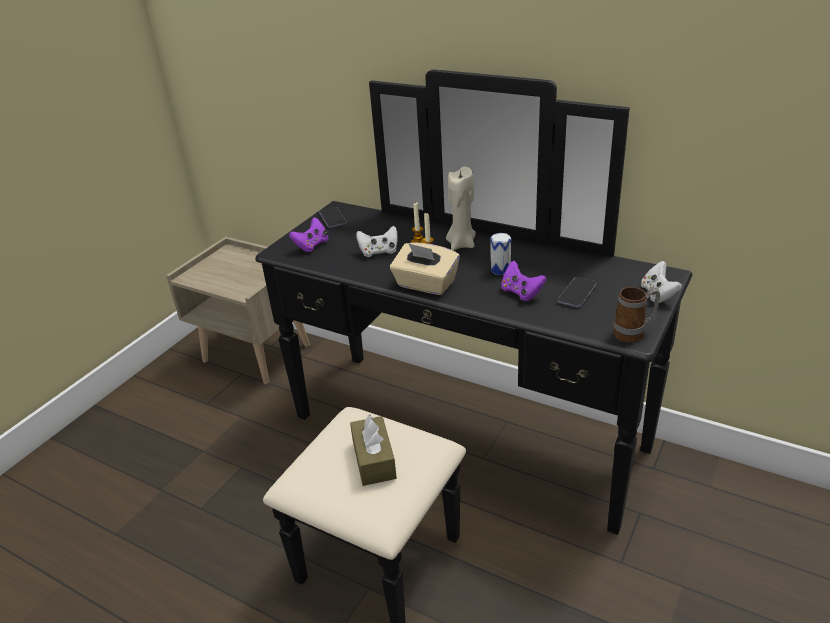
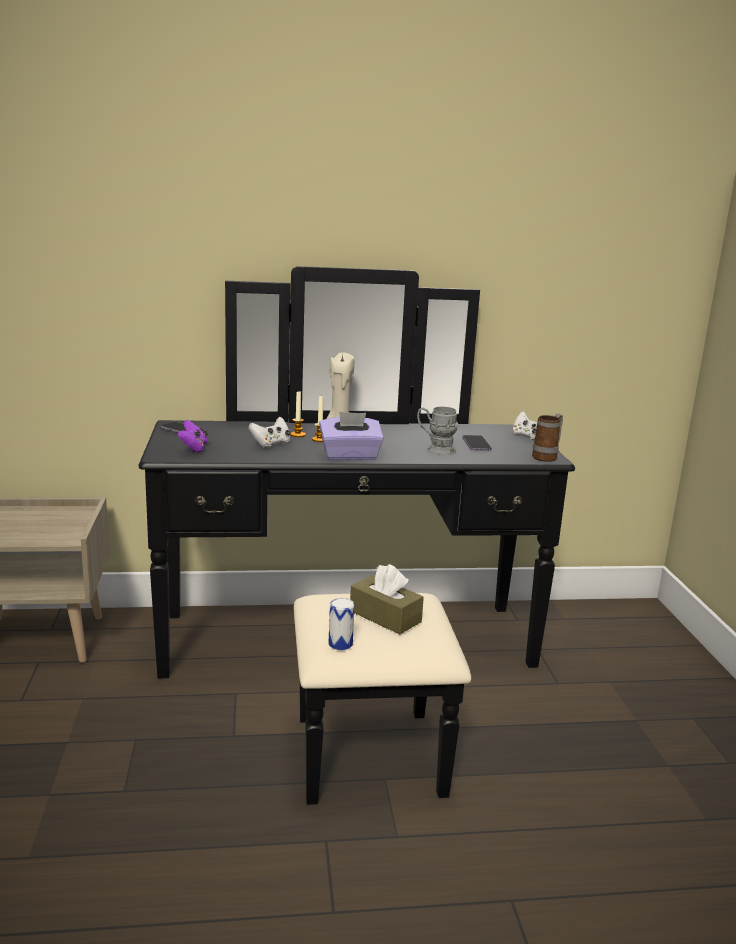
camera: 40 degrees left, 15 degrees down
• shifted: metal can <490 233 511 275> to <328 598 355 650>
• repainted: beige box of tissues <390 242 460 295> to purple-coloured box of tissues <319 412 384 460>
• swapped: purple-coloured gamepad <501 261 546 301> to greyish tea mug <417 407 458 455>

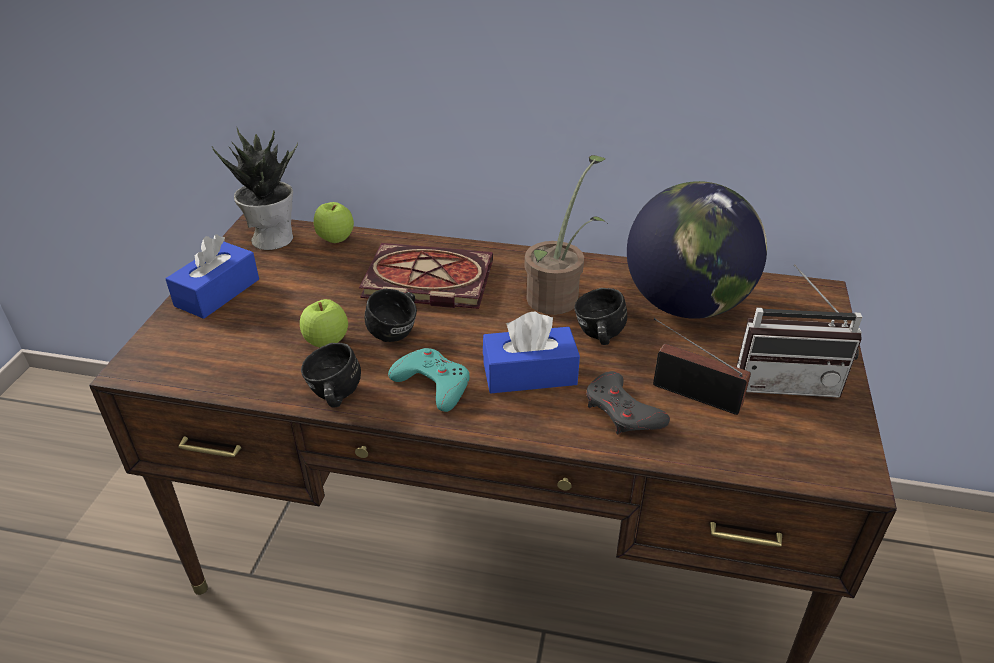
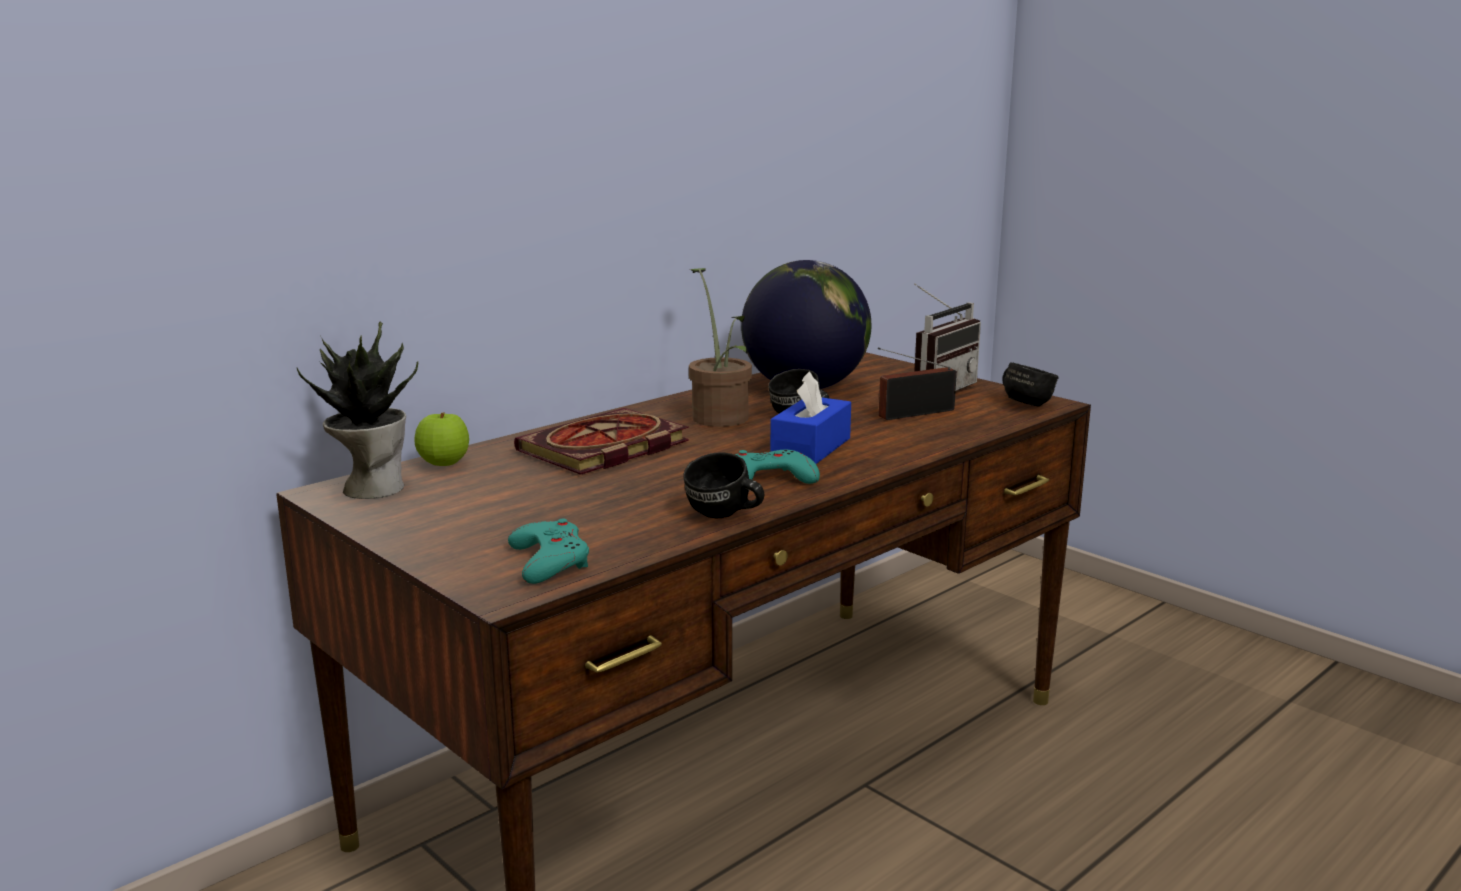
camera: 55 degrees left, 20 degrees down
• gone: blue box of tissues <166 234 259 319>
• shifted: blackish tea mug <365 289 417 342> to <1003 362 1058 407>
• gone: whole apple <300 299 348 347>
• gone: greyish gamepad <586 371 670 434>
• new: turquoise-coloured gamepad <508 519 589 584>

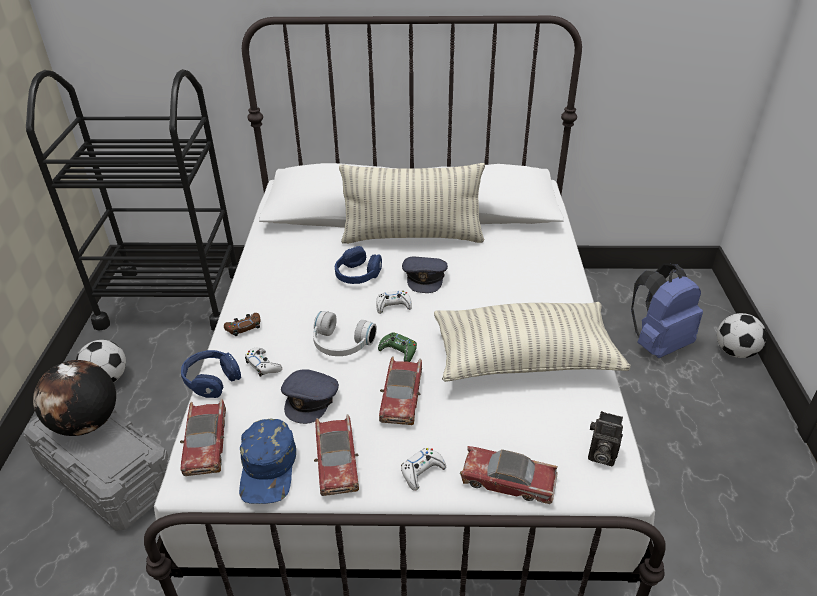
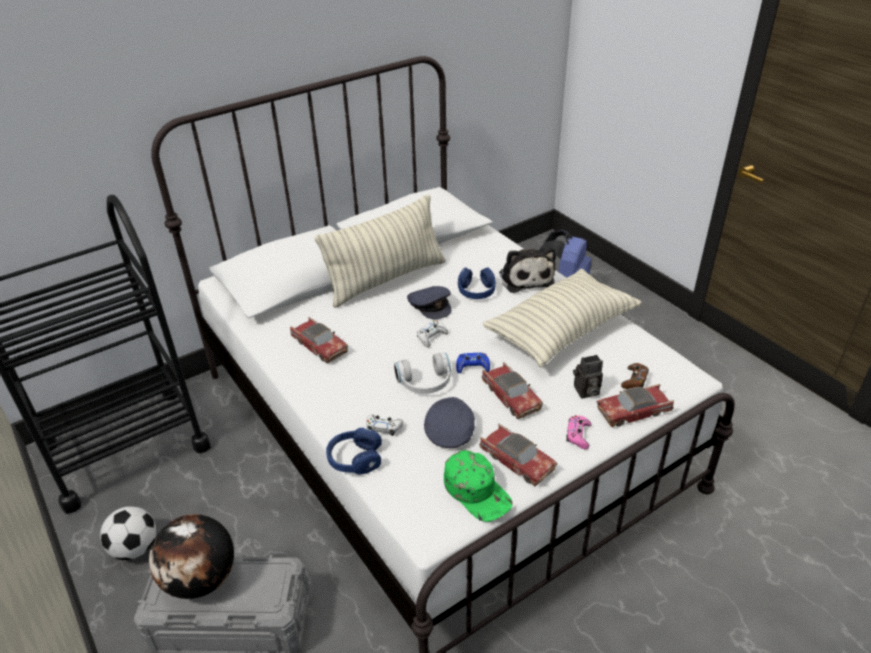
camera: 35 degrees left, 0 degrees up
• shifted: blue headphones <335 246 382 284> to <458 267 496 299>
• shifted: brown gamepad <224 313 260 336> to <621 363 649 389>
• gone: football <717 313 767 358>
• repainted: green gamepad <378 333 417 362> to blue gamepad <456 353 490 373>
• rotated: greyish baseball cap <281 369 339 424> = <424 397 475 448> 150 degrees counterclockwise
• shifted: model car <180 399 226 476> to <290 317 348 363>
• shifted: photo camera <588 411 623 466> to <573 355 603 398>
• repainted: blue baseball cap <239 419 296 504> to green baseball cap <444 450 513 522>
• repainted: white gamepad <401 448 446 491> to pink gamepad <566 415 591 449>
• new: plush toy <499 248 556 293>

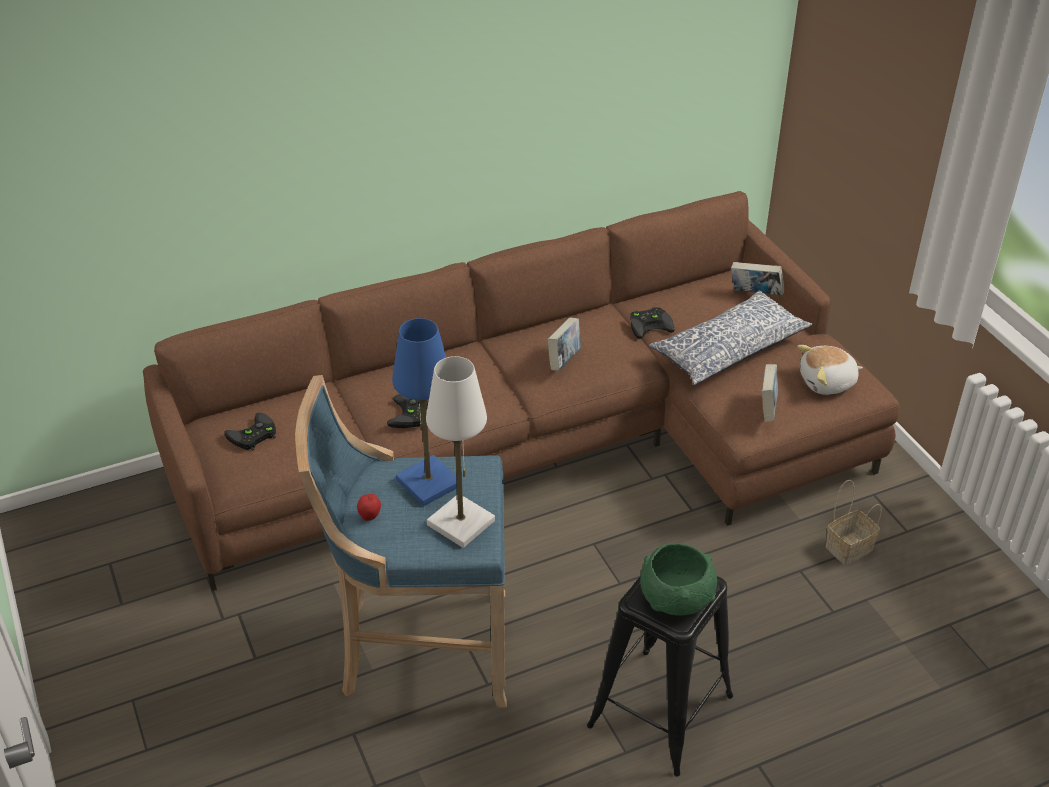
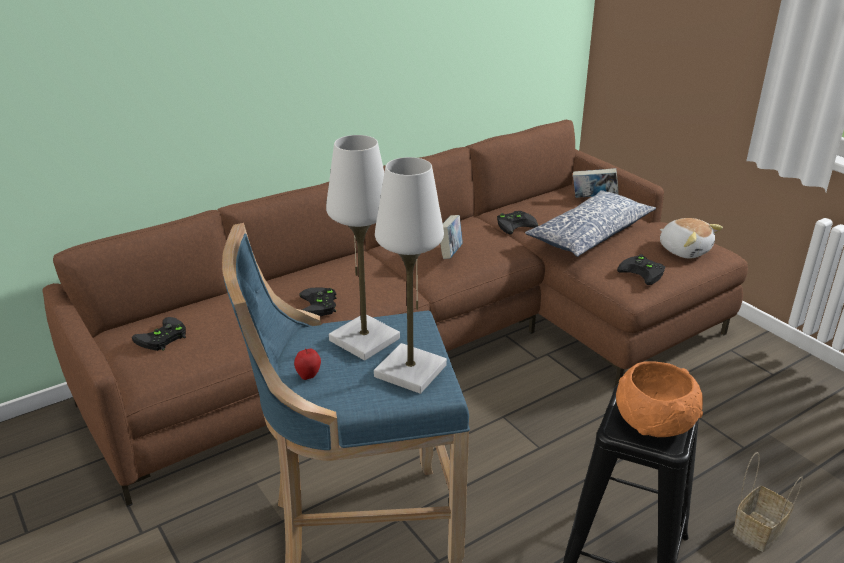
camera: 10 degrees left, 10 degrees down
• repainted: blue table lamp <392 318 457 506> to white table lamp <326 135 400 360>
• rotated: plush toy <797 345 863 395> = <660 218 723 259> 105 degrees counterclockwise
• swapped: book <762 364 778 422> to blackish gamepad <617 254 665 285>
• shifted: household basket <826 480 882 565> to <733 452 803 552>
• repainted: green serving bowl <640 543 717 616> to orange-coloured serving bowl <616 361 703 437>

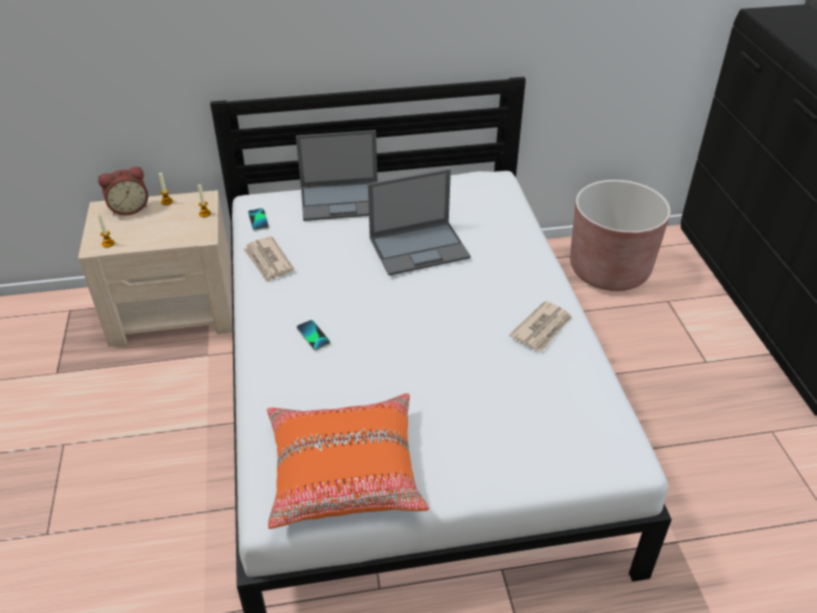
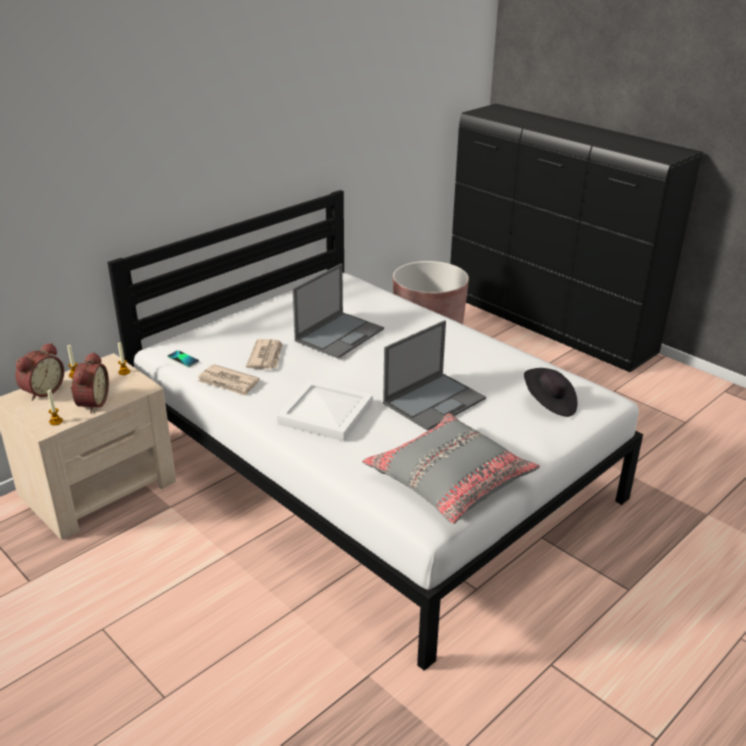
camera: 35 degrees left, 10 degrees down
• shifted: notebook computer <296 130 378 221> to <383 320 486 431>
• shifted: daily paper <509 301 572 351> to <246 339 283 369>
• swapped: telephone <297 320 331 350> to white tray <277 380 373 441>
• repainted: orange-coloured cushion <267 393 429 529> to greyish cushion <362 413 540 524>
• new: bedside clock <71 352 109 413>
• new: blackish hat <524 368 578 417>

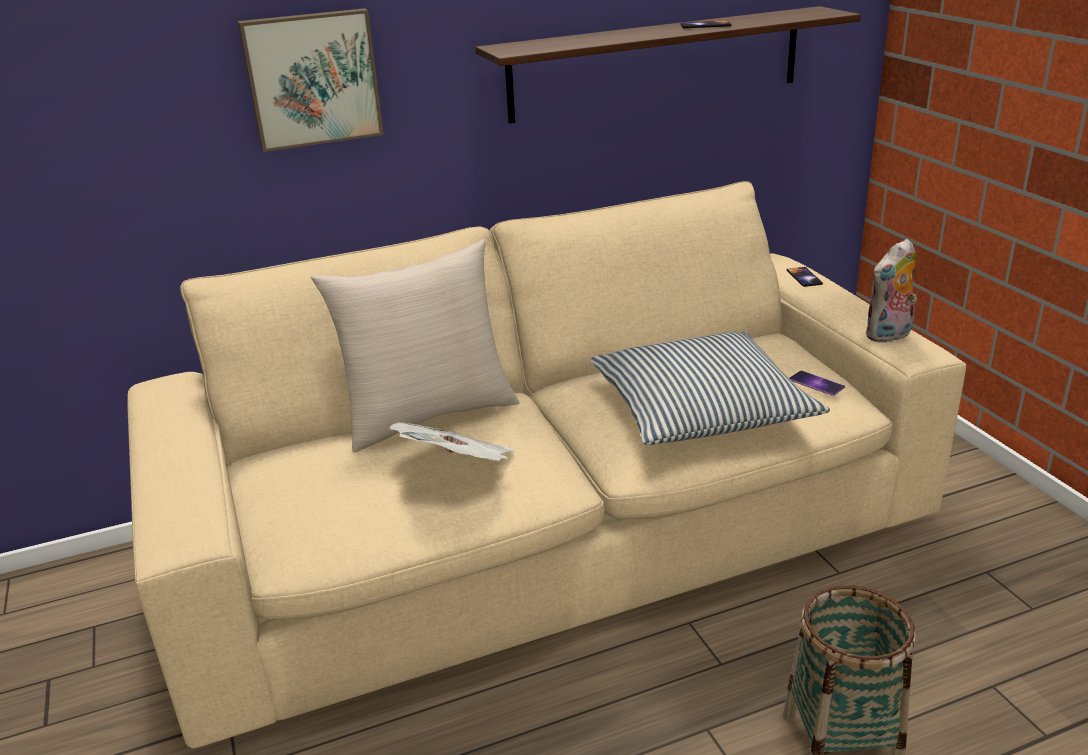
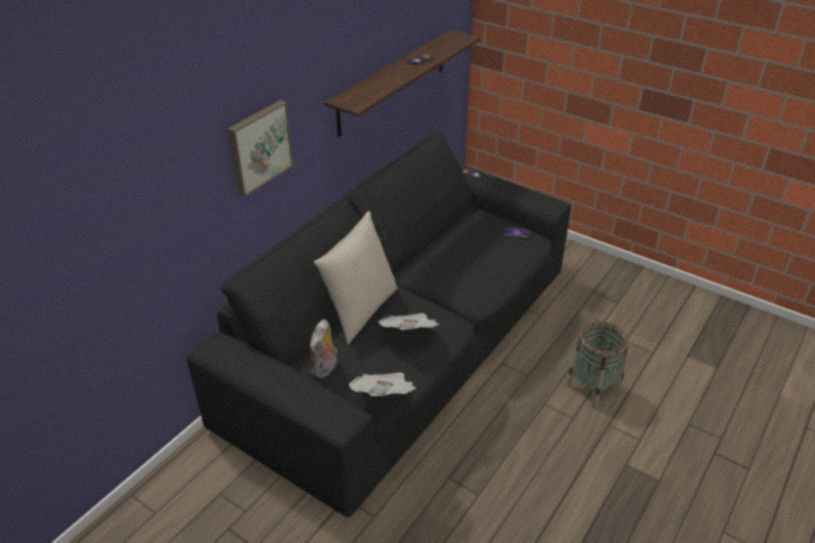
camera: 35 degrees left, 10 degrees up
• repainted: beige settee <127 181 966 748> to blackish settee <187 132 571 517>
• shifted: plush toy <866 239 917 343> to <310 319 338 378>
• gone: cushion <589 332 830 445>
• new: daily paper <349 372 416 396>

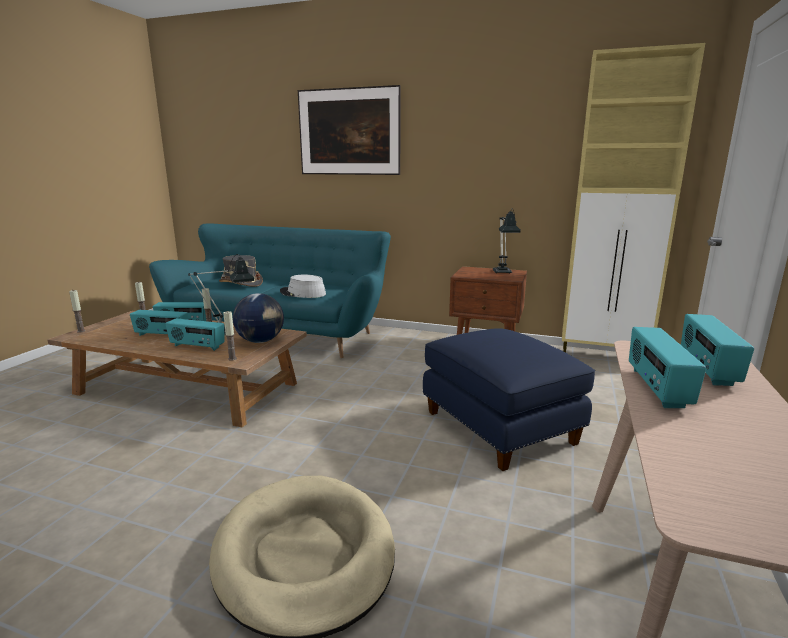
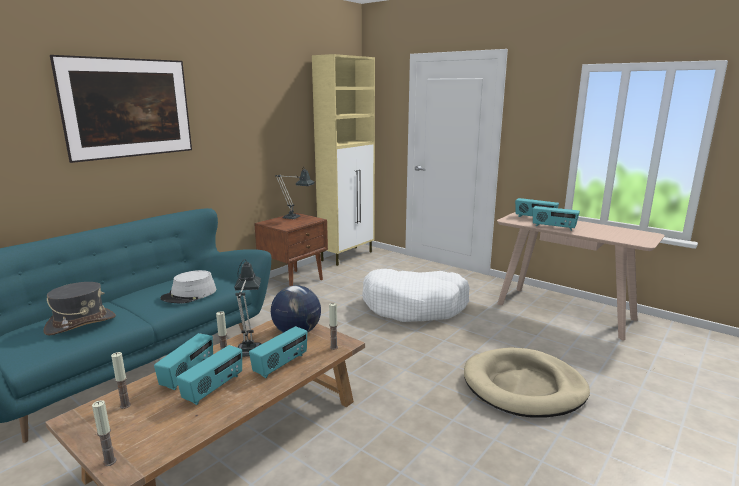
camera: 70 degrees left, 0 degrees up
• swapped: blue ottoman <423 328 595 471> to white dog cushion <362 269 470 322>

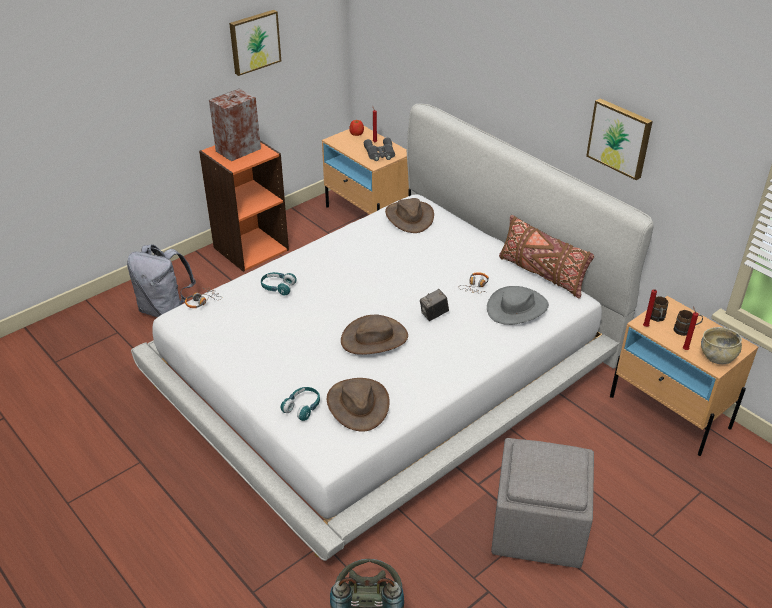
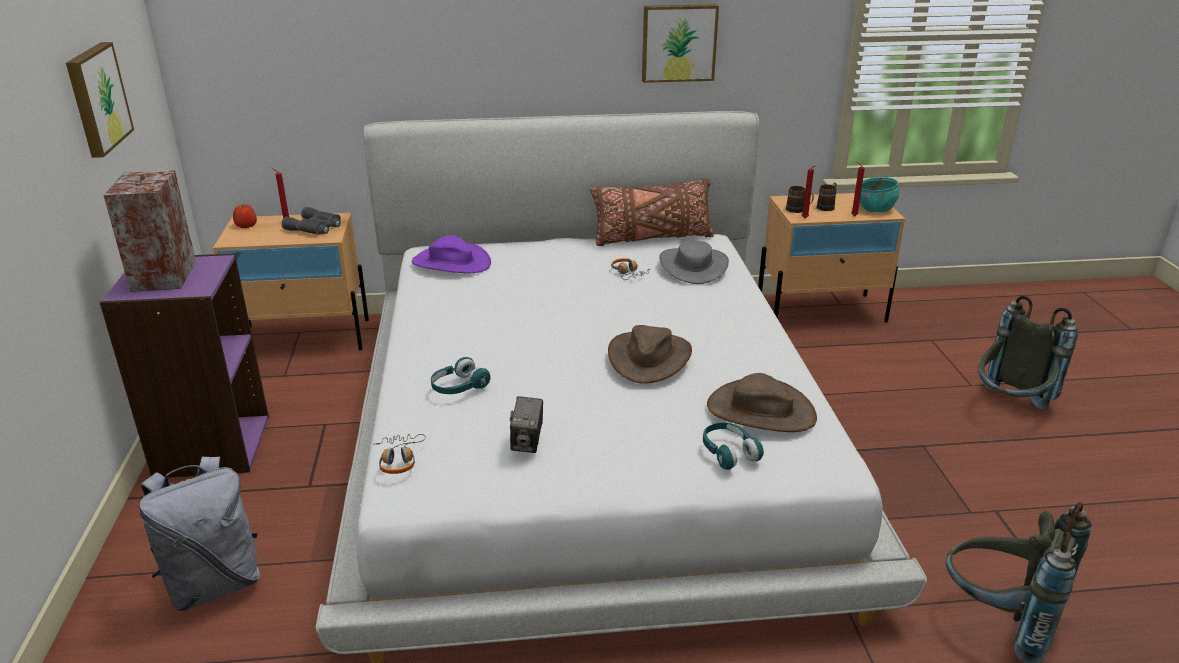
camera: 55 degrees left, 10 degrees down
• repainted: orange-coloured shelving unit <199 140 289 272> to purple-coloured shelving unit <100 253 269 478>
• repainted: brown hat <385 198 434 233> to purple-coloured hat <412 235 491 273>
• shifted: photo camera <420 289 449 321> to <510 396 543 453>
• repainted: beige serving bowl <701 327 742 364> to turquoise-coloured serving bowl <860 177 899 212>
• gone: greyish ottoman <491 438 594 568>
• new: greyish rucksack <978 296 1078 410>

